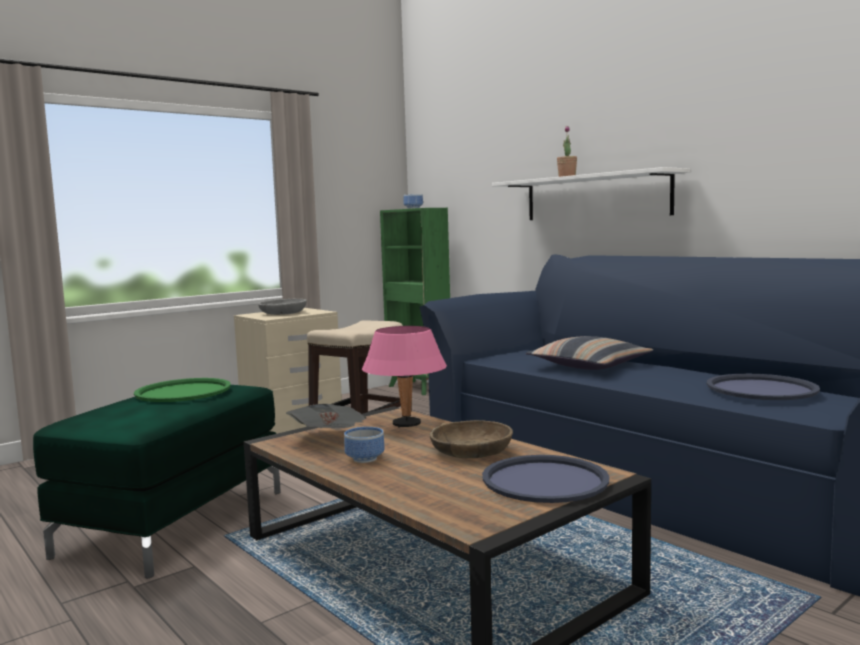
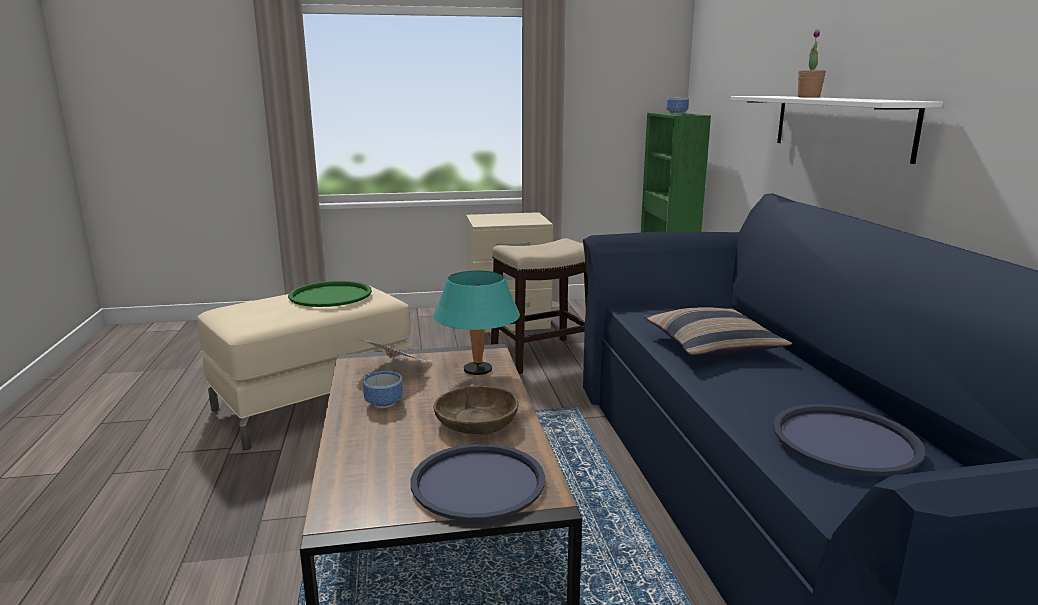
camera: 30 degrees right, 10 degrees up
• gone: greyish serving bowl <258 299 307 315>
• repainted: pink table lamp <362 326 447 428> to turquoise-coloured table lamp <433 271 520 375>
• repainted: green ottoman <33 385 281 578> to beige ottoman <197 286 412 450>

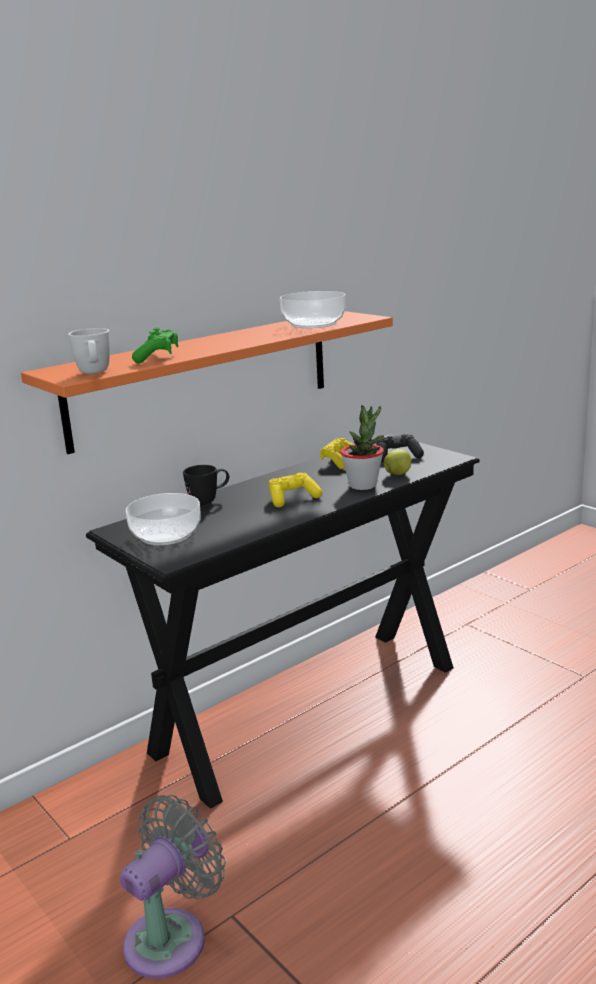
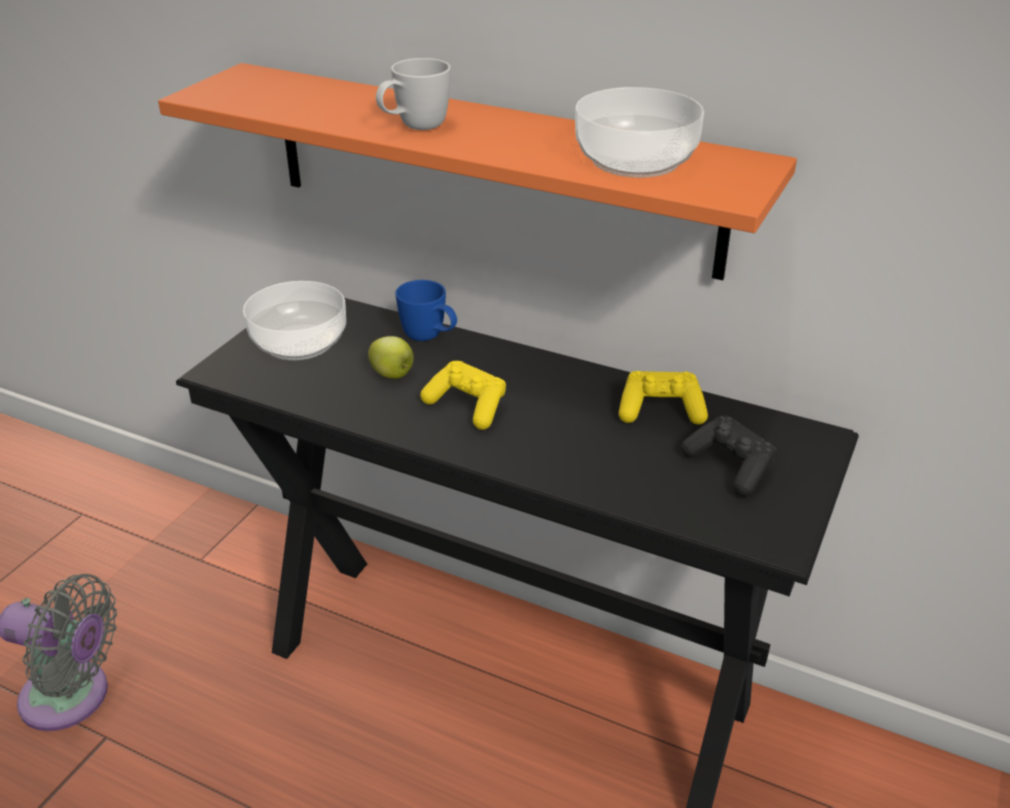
camera: 65 degrees right, 15 degrees up
• shifted: white tea mug <68 328 110 374> to <376 58 451 130>
• gone: green gamepad <132 328 178 363>
• gone: potted plant <340 405 384 490>
• shifted: whole apple <383 449 412 475> to <368 336 414 379>
• repainted: blackish tea mug <183 465 229 505> to blue tea mug <395 280 457 341>

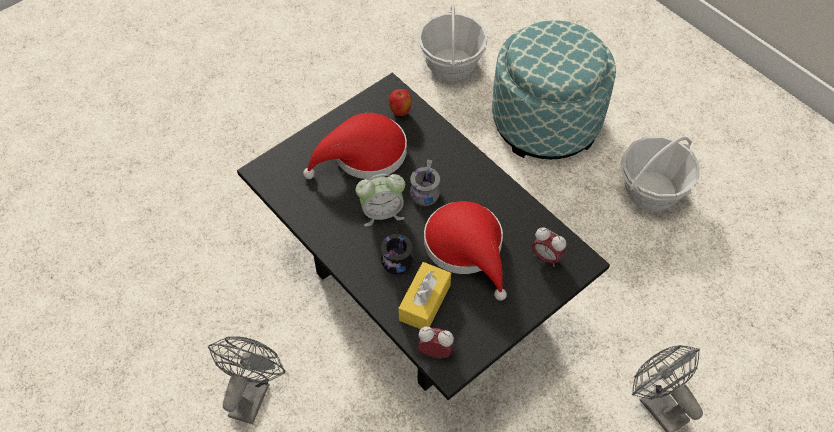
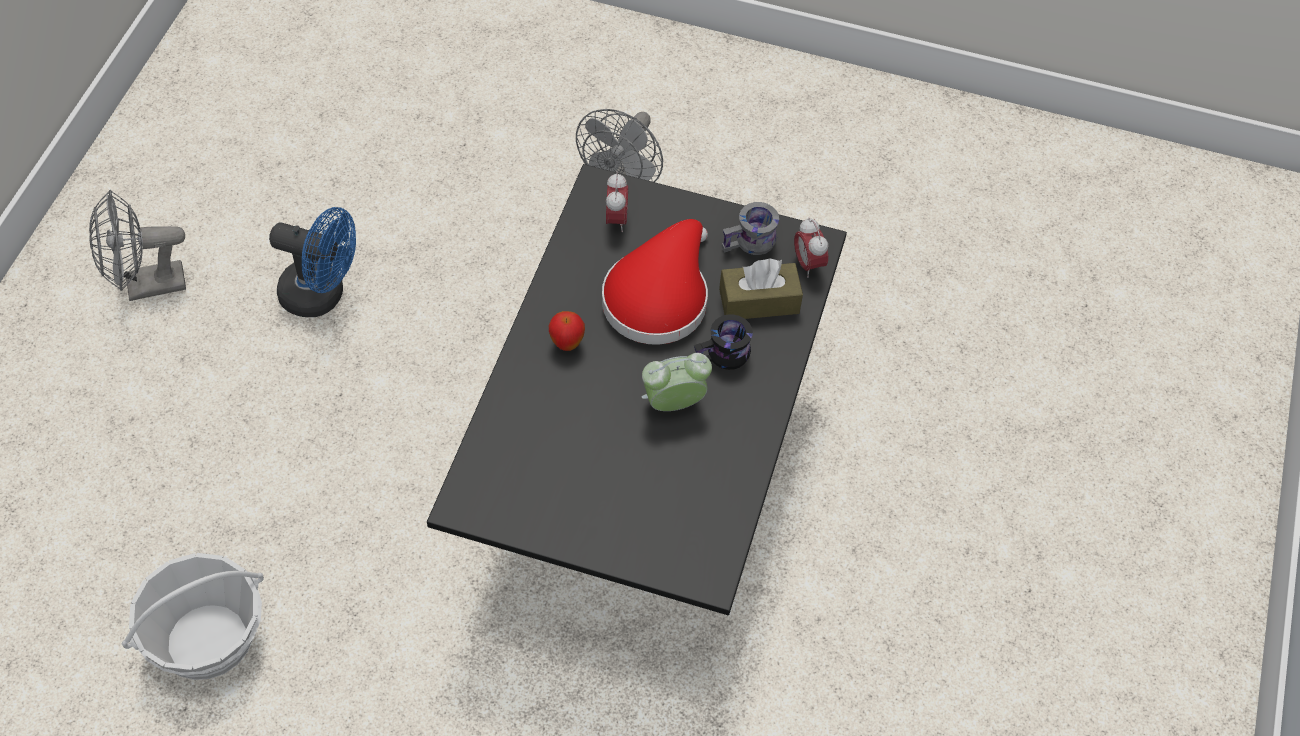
camera: 125 degrees left, 0 degrees up
• gone: ottoman <492 20 616 159>
• shifted: whole apple <389 89 412 116> to <549 311 585 351>
• gone: reddish hat <303 113 407 179>
• swapped: household basket <621 136 700 211> to blue cooling fan <269 207 356 317>
• shifted: greyish tea mug <410 159 440 206> to <722 202 779 255>
• rotated: bedside clock <356 174 405 226> = <642 353 712 411> 60 degrees counterclockwise
• repainted: yellow-coloured box of tissues <398 262 451 329> to brown box of tissues <719 258 803 319>
• shifted: greyish cooling fan <208 336 285 424> to <89 190 186 301>

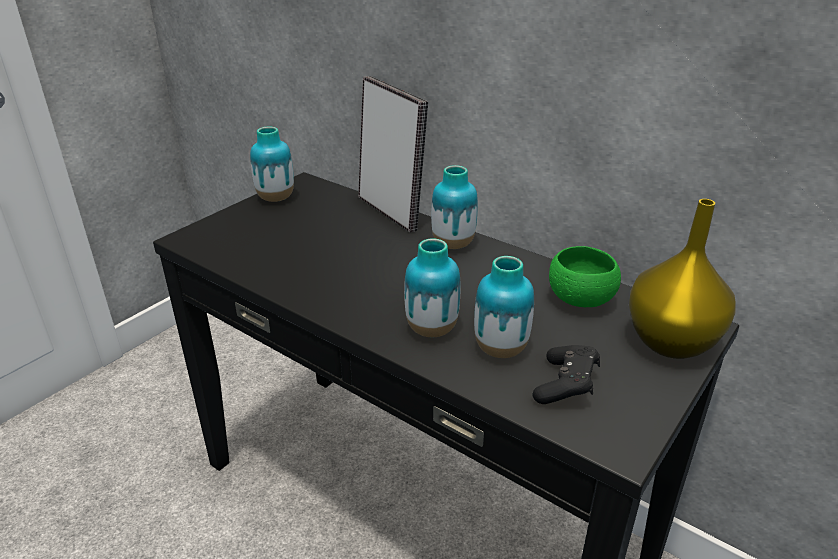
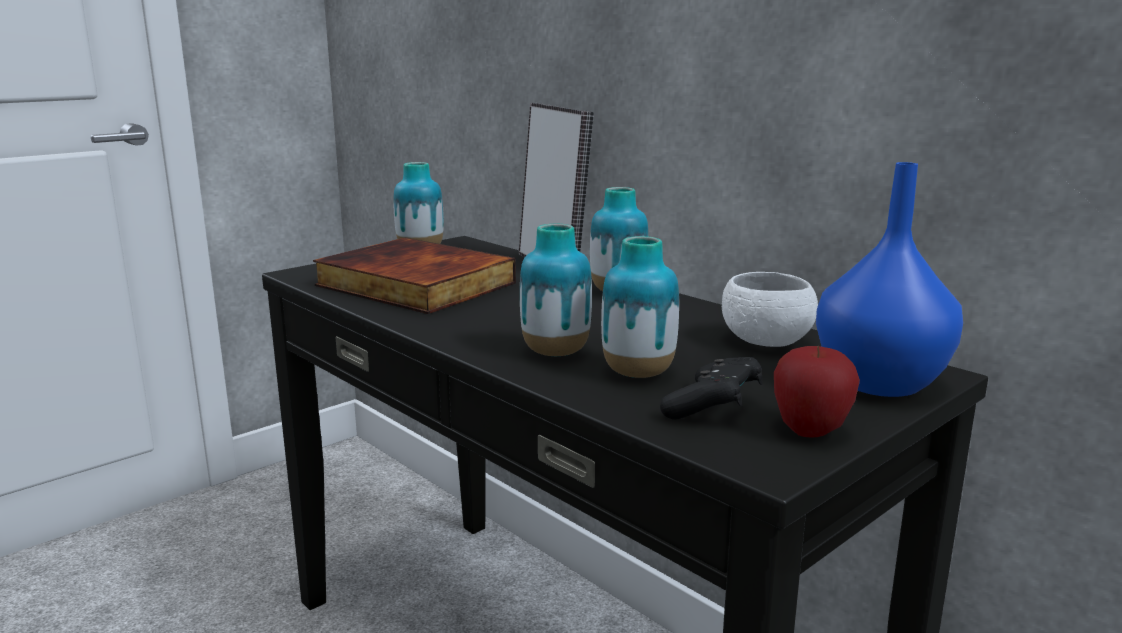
camera: 10 degrees right, 15 degrees down
• repainted: yellow-coloured flower vase <629 199 736 359> to blue flower vase <816 162 963 397>
• repainted: green serving bowl <549 246 621 307> to white serving bowl <722 272 818 347>
• new: book <313 237 516 314>
• new: whole apple <774 346 860 438>

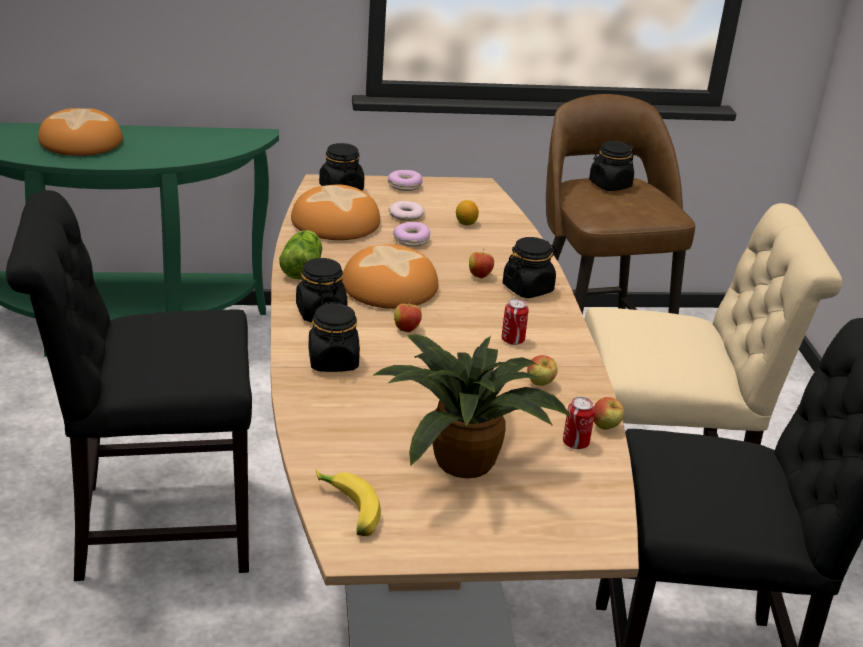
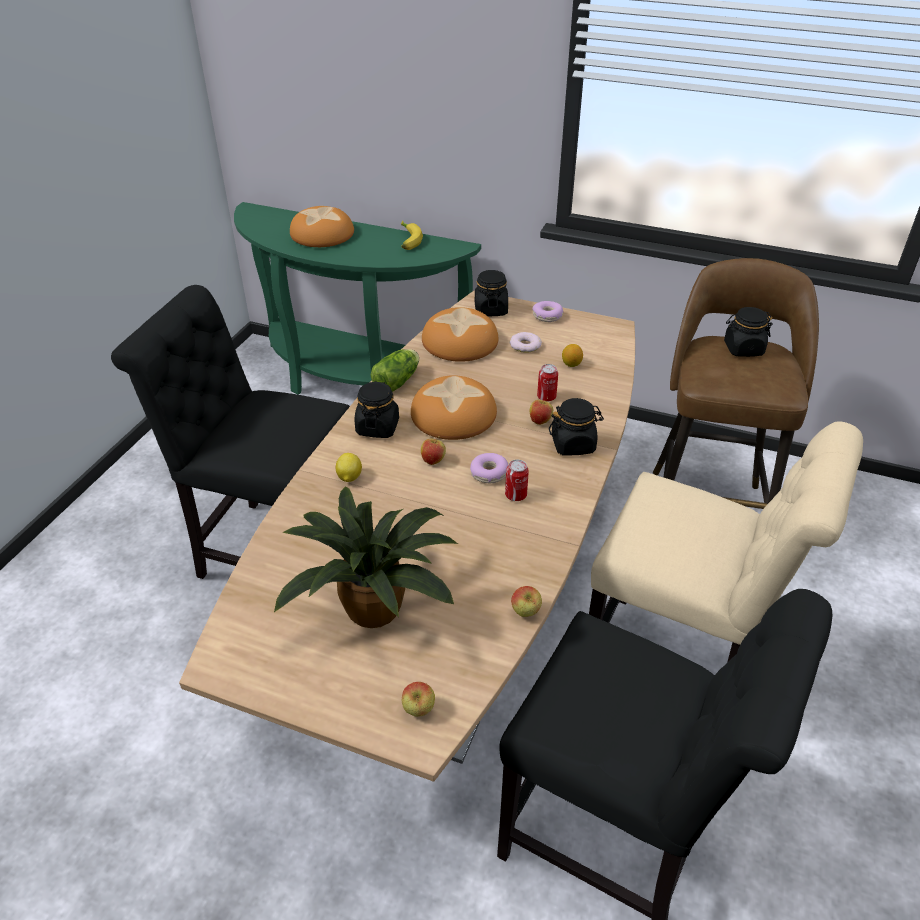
camera: 30 degrees right, 10 degrees up
• shifted: donut <393 222 430 247> to <470 453 508 483>
• swapped: blackish preserve jar <308 302 360 372> to lemon <336 453 362 482>
• shifted: whole apple <527 355 558 386> to <402 682 435 717>
• shifted: metal can <563 397 595 449> to <537 364 558 402>
• shifted: whole banana <315 469 381 536> to <401 221 423 250>

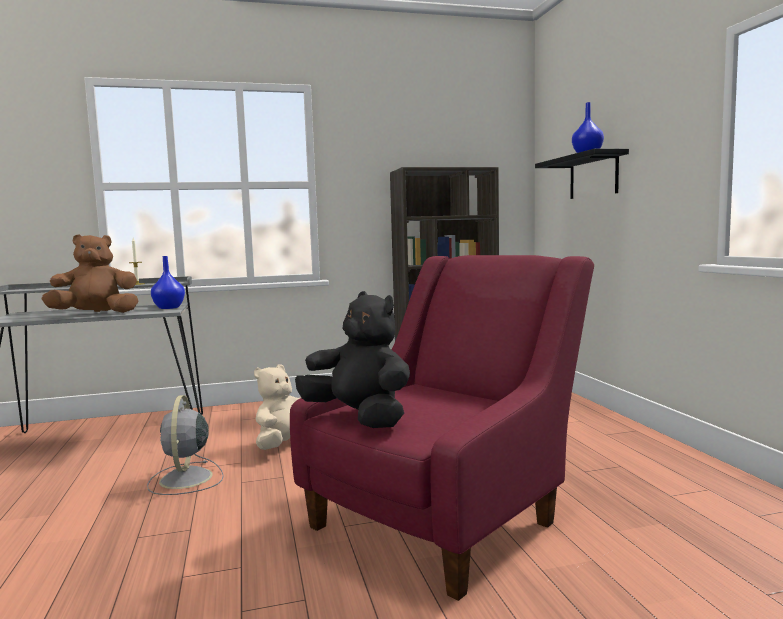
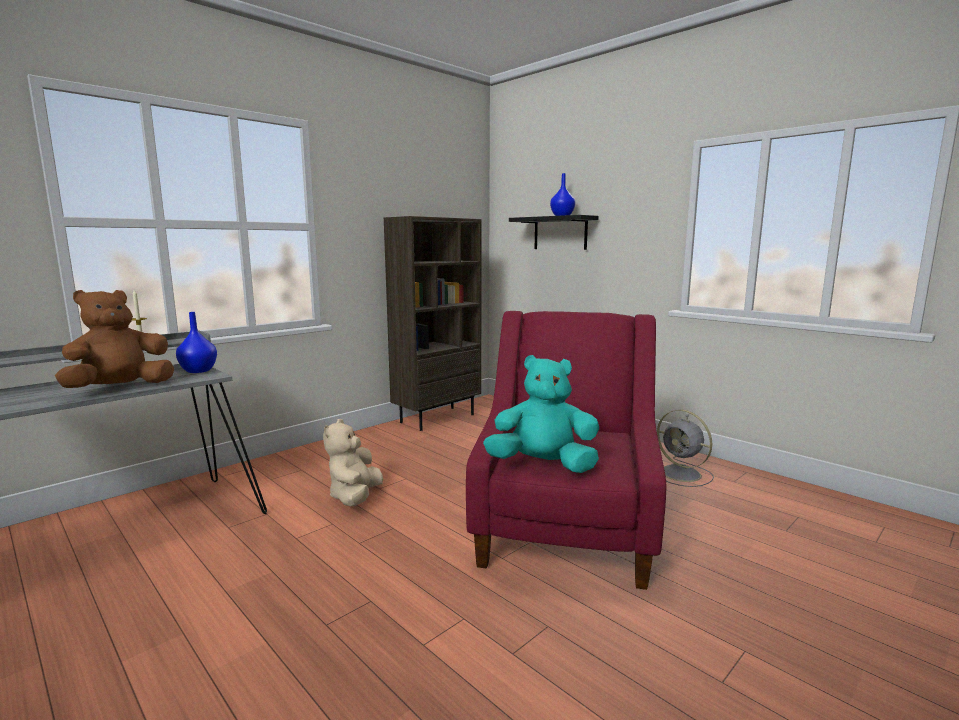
camera: 30 degrees left, 5 degrees up
• repainted: blackish plush toy <295 291 410 428> to turquoise-coloured plush toy <483 355 599 473>
• shifted: greyish cooling fan <147 395 224 495> to <657 410 714 487>

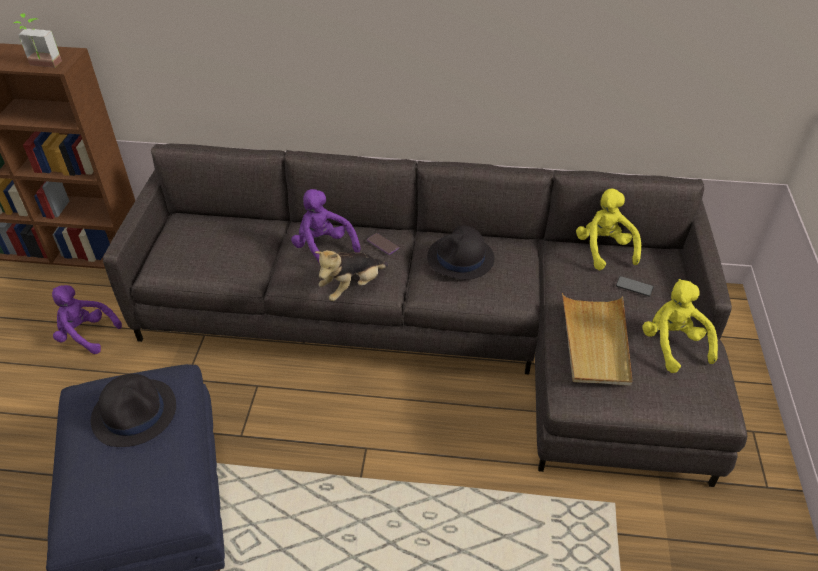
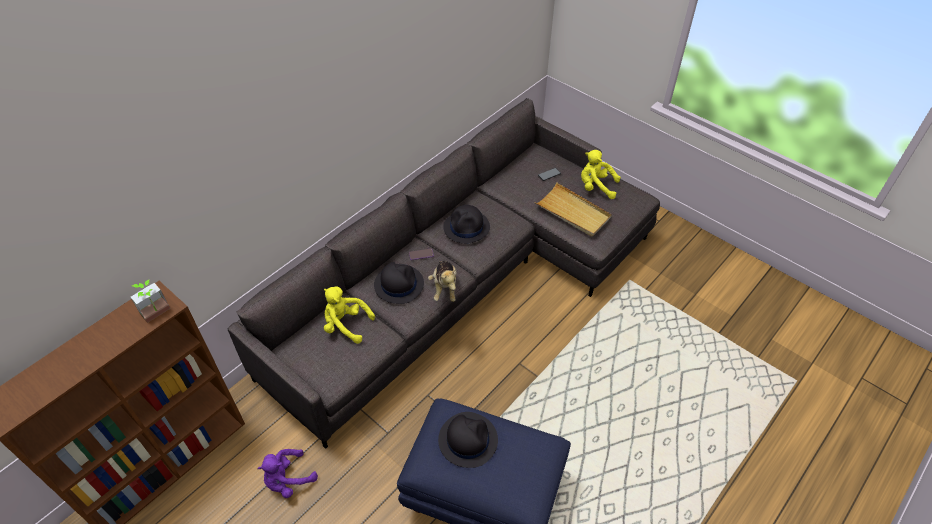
camera: 55 degrees left, 5 degrees up
• swapped: purple-coloured plush toy <291 189 360 264> to blackish hat <374 262 424 304>
• shifted: yellow-coloured plush toy <576 189 641 270> to <324 286 375 344>

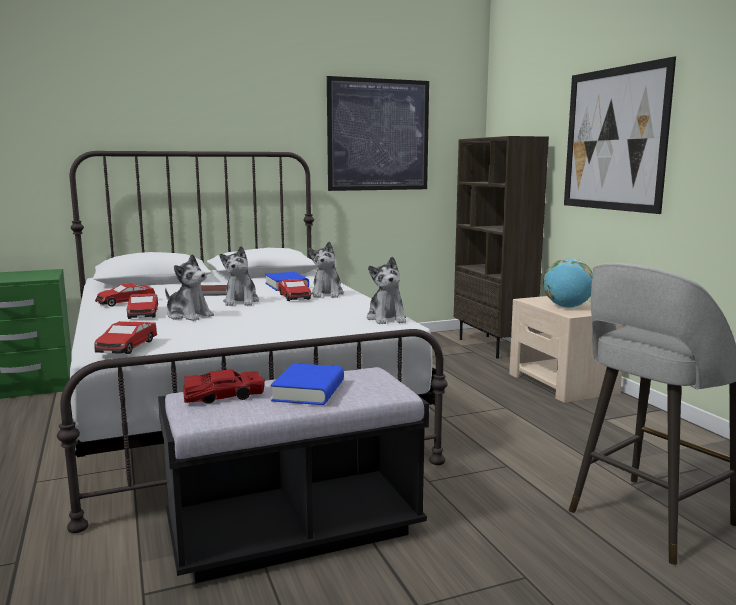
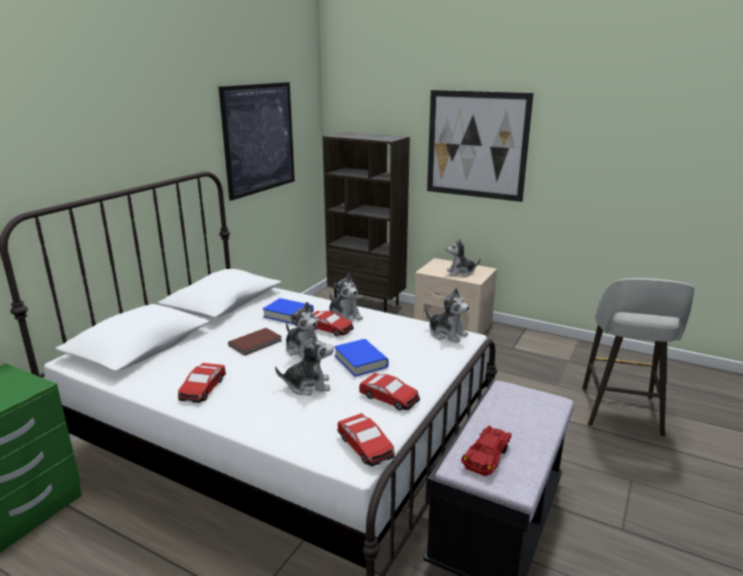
camera: 40 degrees left, 10 degrees up
• swapped: world globe <543 258 593 308> to plush toy <446 239 480 277>
• shifted: model car <127 294 158 319> to <359 373 420 411>
• shifted: blue book <271 363 344 405> to <334 339 389 377>

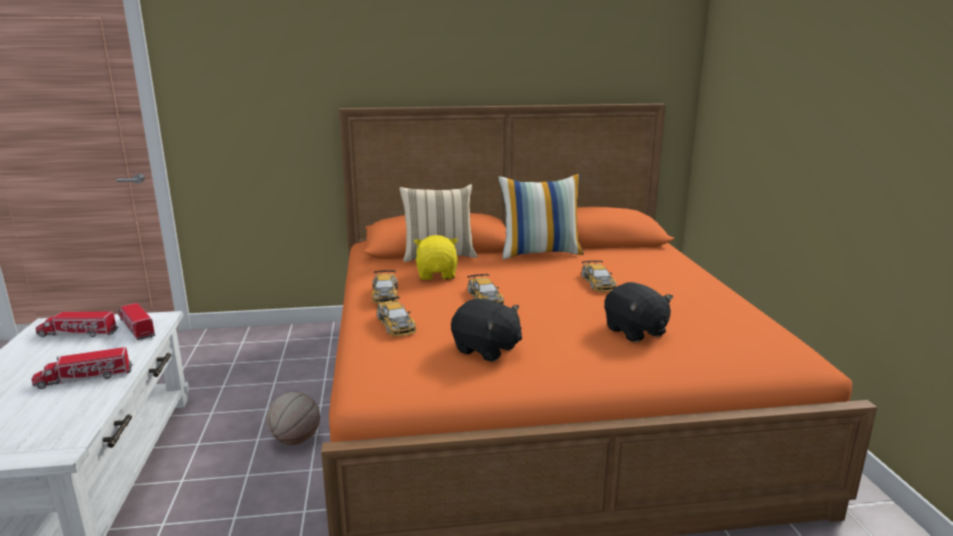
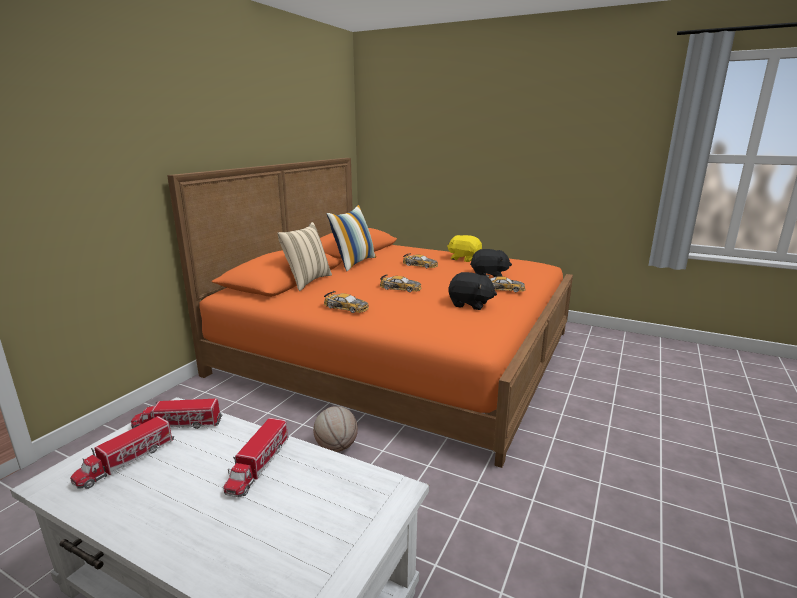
camera: 55 degrees left, 0 degrees up
• shifted: yellow-coloured plush toy <414 235 458 280> to <447 235 482 262>
• shifted: model car <376 297 416 336> to <485 275 525 292>
• rotated: blackish plush toy <451 298 522 362> = <449 272 497 310> 45 degrees clockwise

